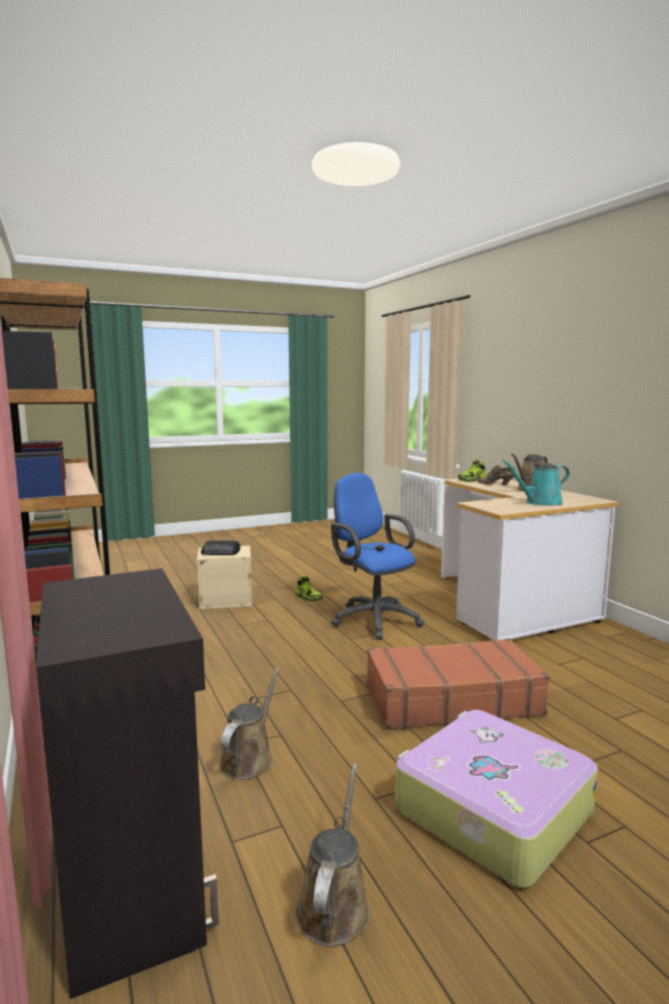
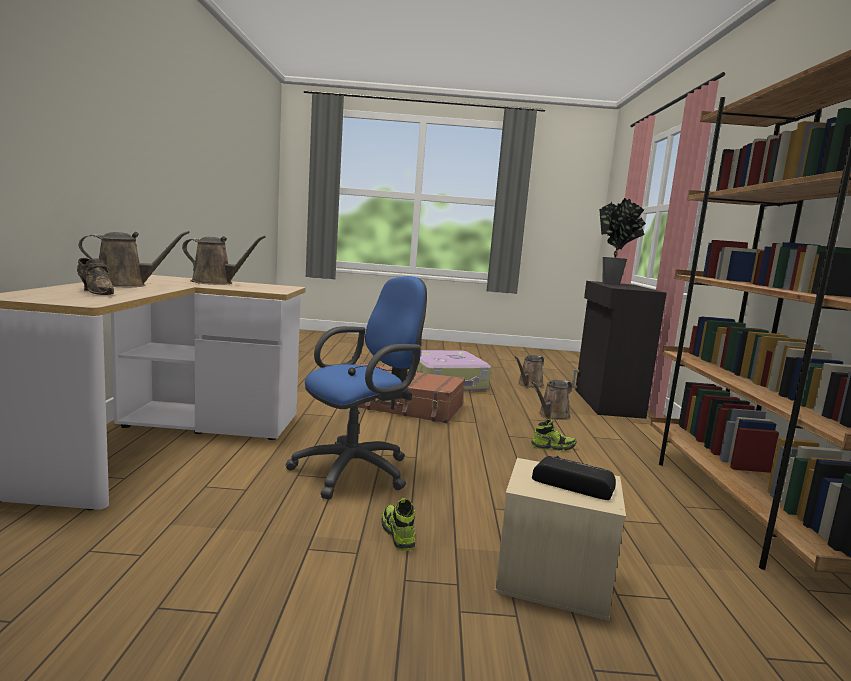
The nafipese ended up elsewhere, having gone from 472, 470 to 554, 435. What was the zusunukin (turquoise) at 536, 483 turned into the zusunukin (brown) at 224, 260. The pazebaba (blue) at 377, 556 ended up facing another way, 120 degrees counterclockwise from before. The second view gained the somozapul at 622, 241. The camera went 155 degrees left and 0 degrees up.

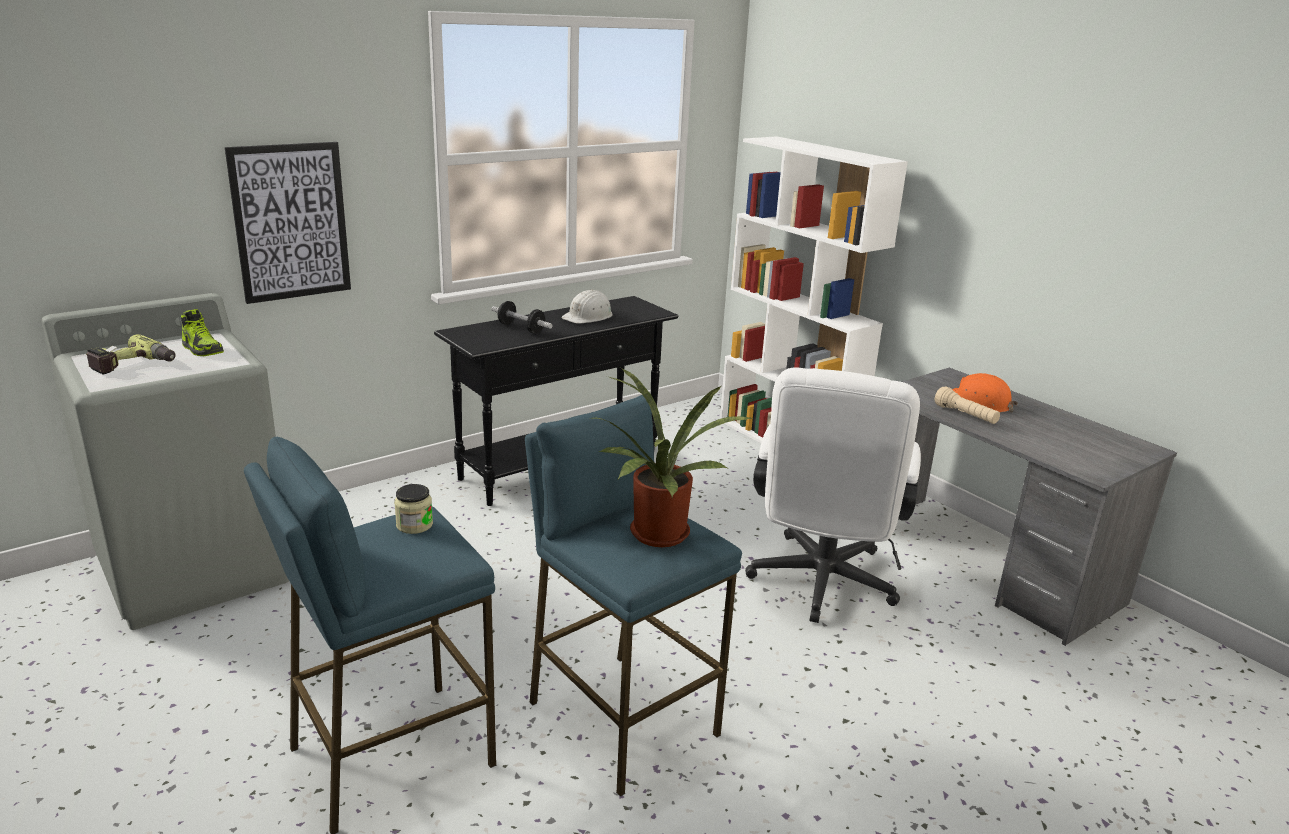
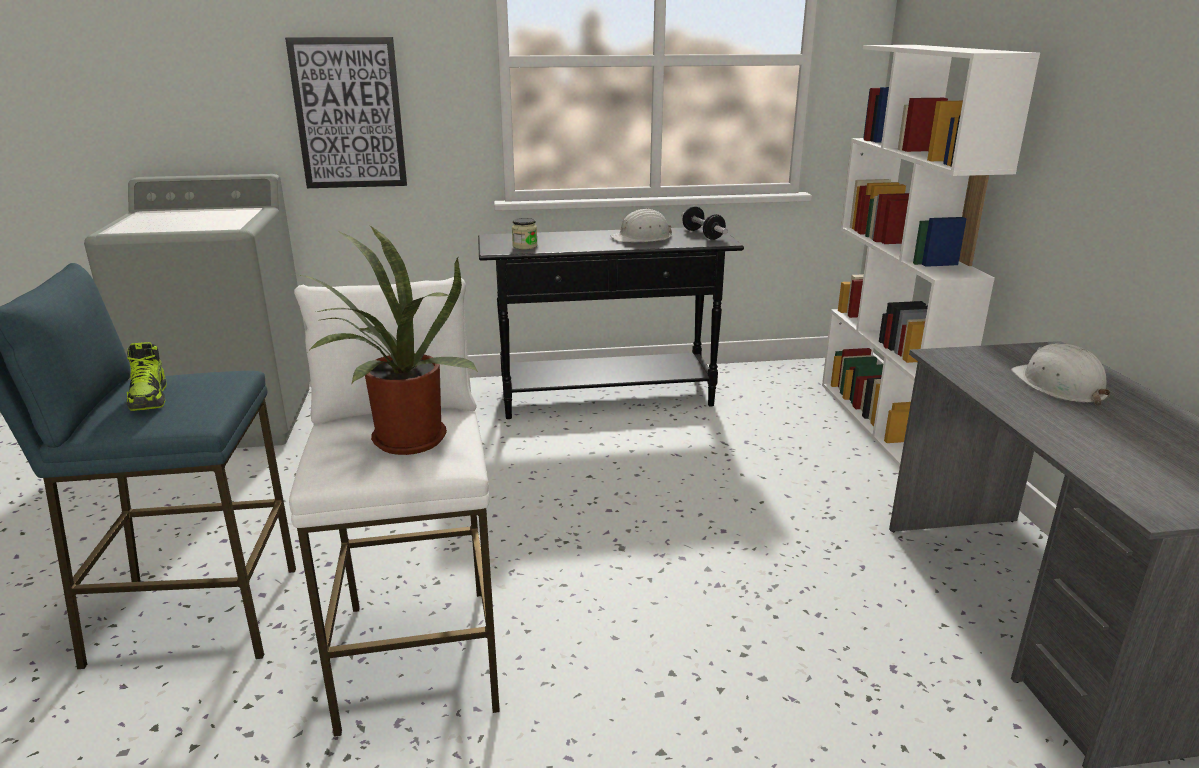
The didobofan ended up elsewhere, having gone from 522, 317 to 705, 223. The nafipese ended up elsewhere, having gone from 202, 332 to 147, 376. The second view lost the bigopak at 131, 354. The second view lost the pazebaba (white) at 833, 495. What was the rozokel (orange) at 985, 393 turned into the rozokel (white) at 1061, 375. The second view lost the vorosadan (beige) at 967, 405. What was the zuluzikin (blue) at 633, 596 turned into the zuluzikin (white) at 394, 507. The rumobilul ended up elsewhere, having gone from 413, 509 to 525, 234. The camera went 30 degrees right and 0 degrees up.

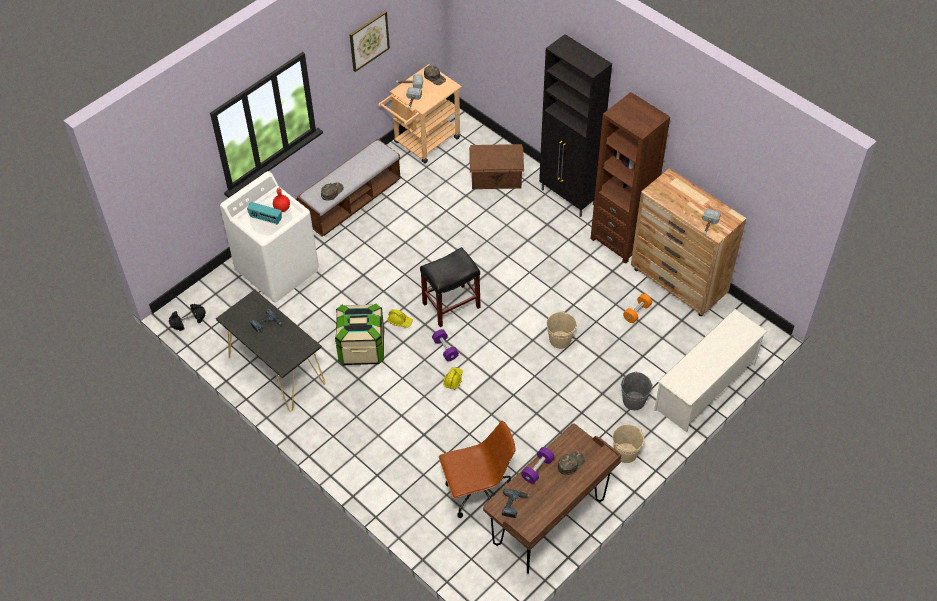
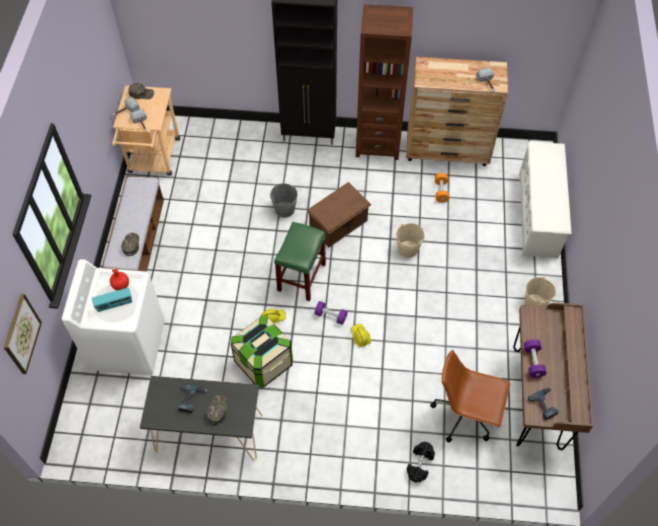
The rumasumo ended up elsewhere, having gone from 369, 41 to 23, 334. The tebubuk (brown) ended up elsewhere, having gone from 496, 166 to 339, 214. What was the zuluzikin (black) at 450, 287 turned into the zuluzikin (green) at 300, 261. The didobofan (black) ended up elsewhere, having gone from 187, 317 to 421, 462. The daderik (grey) ended up elsewhere, having gone from 637, 390 to 284, 200. The pazebaba (brown) at 477, 469 ended up facing another way, 105 degrees counterclockwise from before. The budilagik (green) ended up elsewhere, having gone from 571, 463 to 217, 410. The camera went 40 degrees left and 5 degrees up.

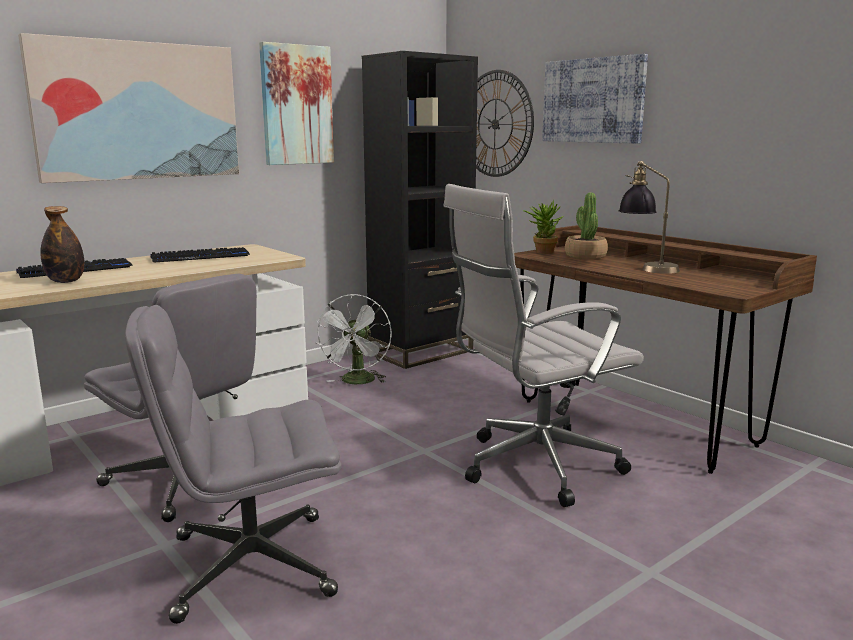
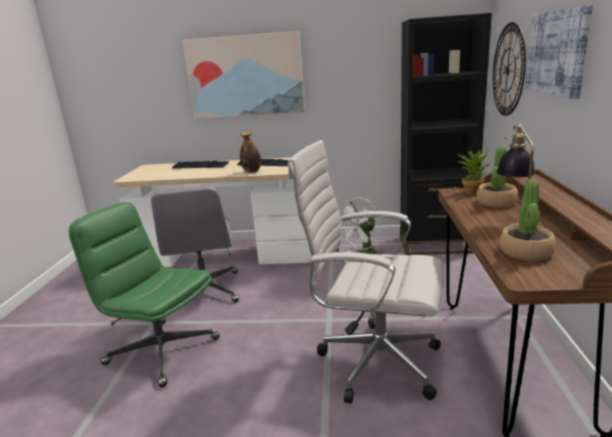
The second view lost the rumasumo at 296, 103. The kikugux ended up elsewhere, having gone from 62, 244 to 250, 152. What was the pazebaba (grey) at 233, 464 turned into the pazebaba (green) at 144, 294. The second view gained the somozapul at 527, 220. The camera went 45 degrees right and 5 degrees up.

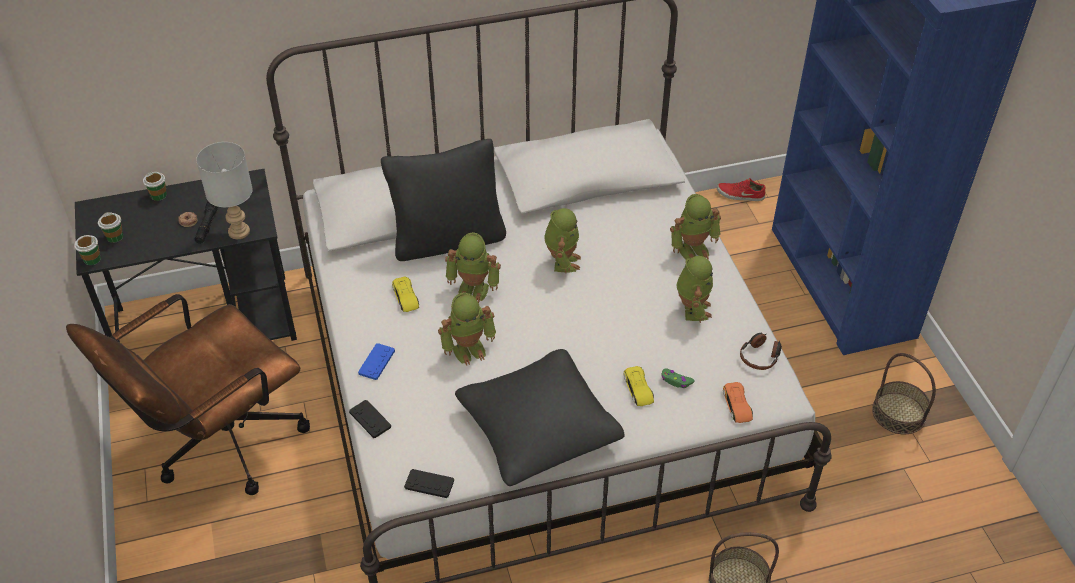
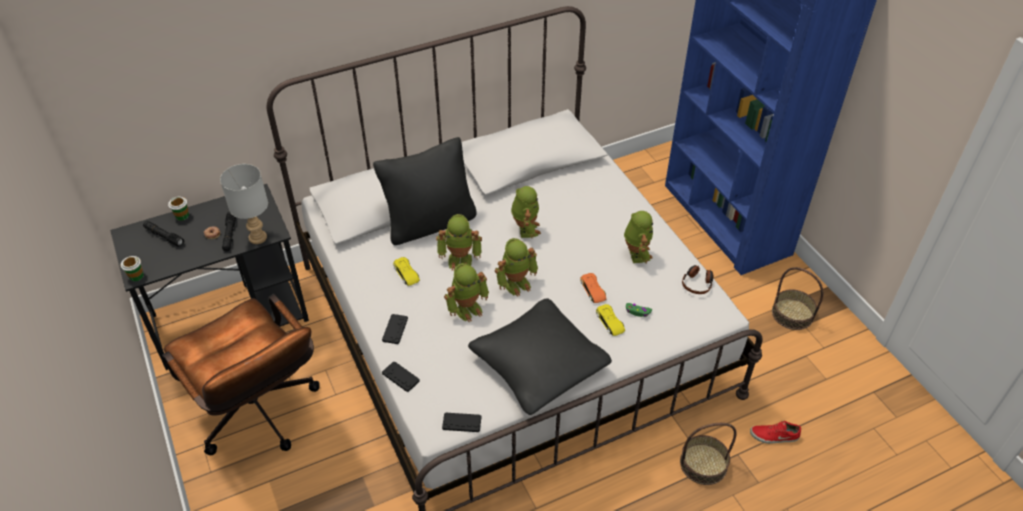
The nafipese (red) ended up elsewhere, having gone from 741, 189 to 775, 432. The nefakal ended up elsewhere, having gone from 695, 226 to 516, 267. The second view lost the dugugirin at 110, 227. The pazebaba (brown) at 188, 394 ended up facing another way, 75 degrees counterclockwise from before. What was the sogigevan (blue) at 376, 361 turned into the sogigevan (black) at 395, 329. The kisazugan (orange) ended up elsewhere, having gone from 738, 402 to 593, 288. The second view gained the vorosadan (black) at 163, 234. The camera went 10 degrees left and 0 degrees up.

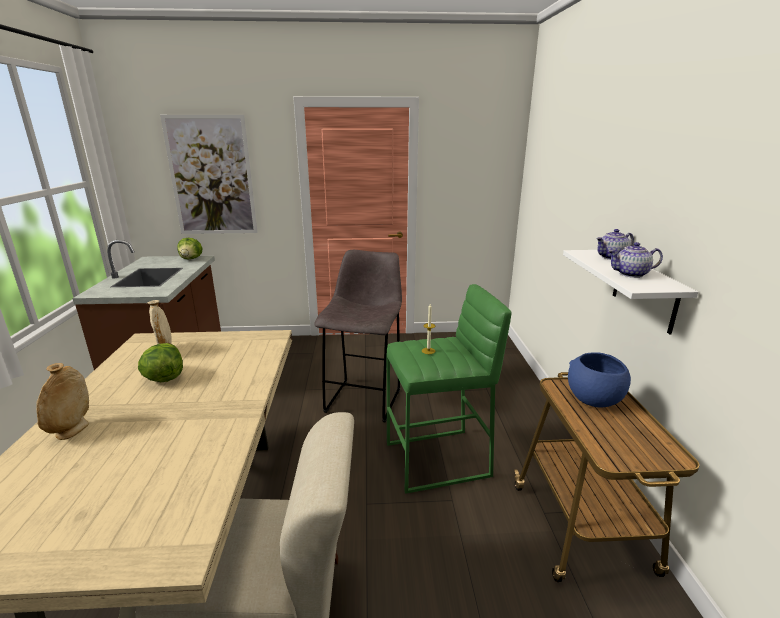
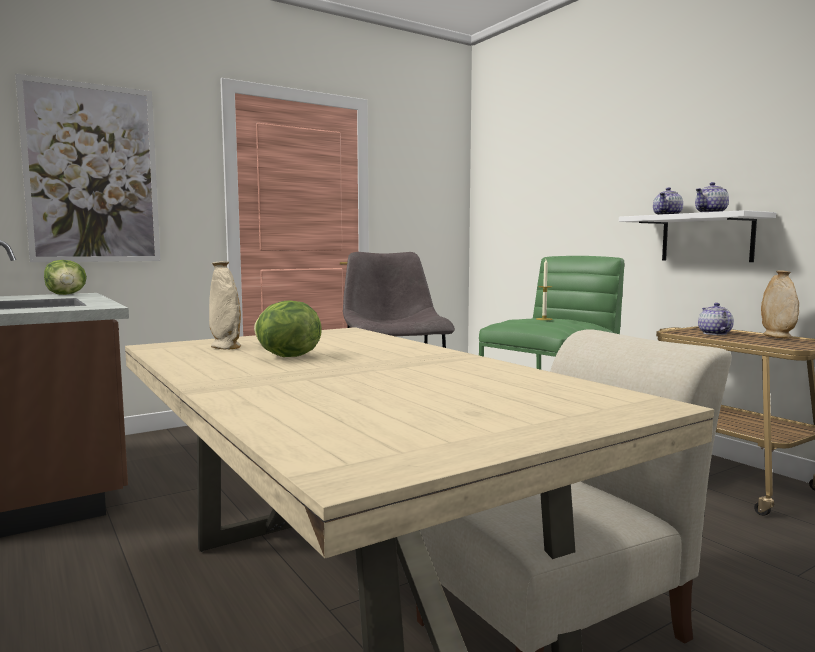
Where the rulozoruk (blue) stood at 599, 380, the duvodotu came to stand at 716, 319. The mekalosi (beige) ended up elsewhere, having gone from 62, 401 to 780, 304. The camera went 30 degrees left and 15 degrees down.

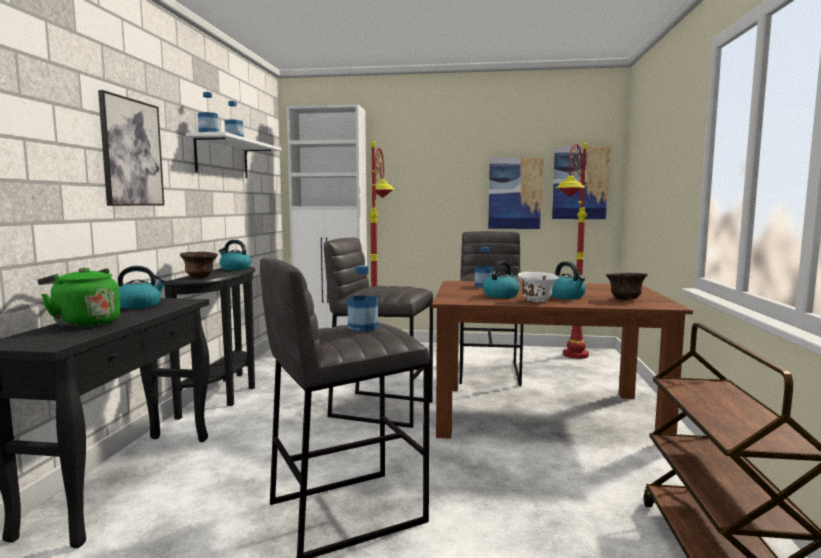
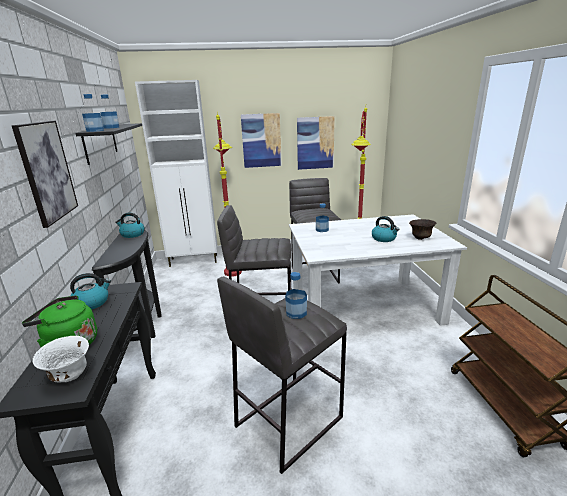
What was the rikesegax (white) at 234, 155 turned into the rikesegax (black) at 109, 144. The rumasumo ended up elsewhere, having gone from 581, 182 to 261, 140. The second view lost the rulozoruk (brown) at 199, 265. The second view lost the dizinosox at 501, 279. The rulozoruk (white) ended up elsewhere, having gone from 538, 287 to 61, 359. What was the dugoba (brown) at 562, 365 turned into the dugoba (white) at 378, 270. The camera went 15 degrees left and 15 degrees up.

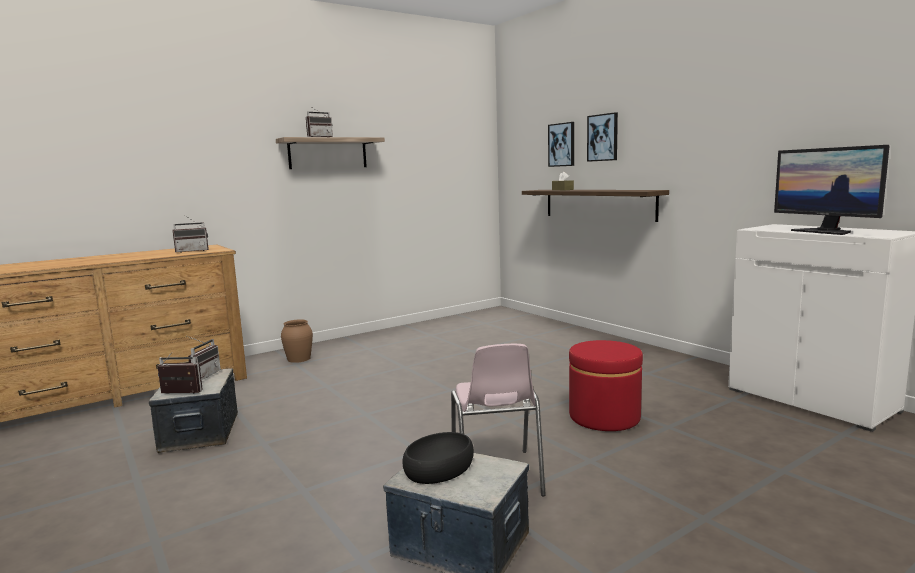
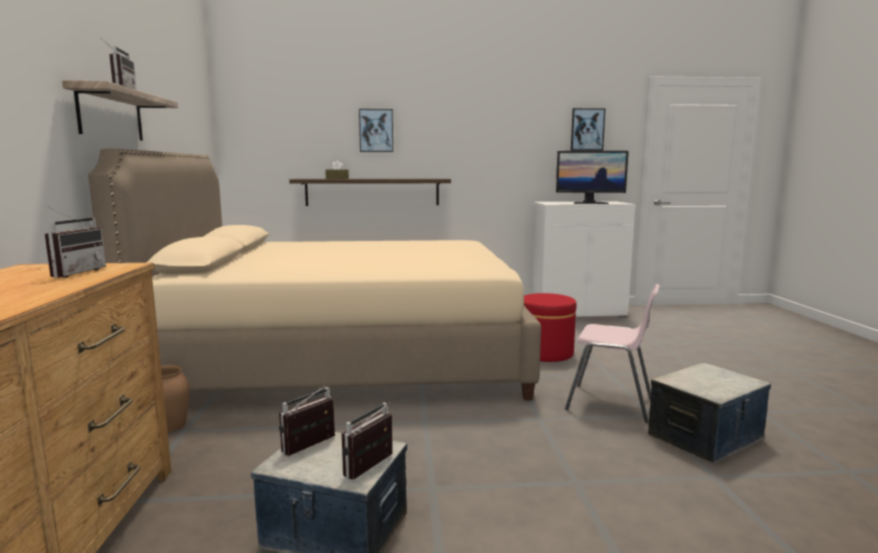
The rumasumo ended up elsewhere, having gone from 561, 144 to 588, 129. The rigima at 204, 358 ended up facing another way, 90 degrees counterclockwise from before. The second view lost the rulozoruk (black) at 438, 458. The second view gained the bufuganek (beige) at 314, 274. The camera went 60 degrees left and 0 degrees up.

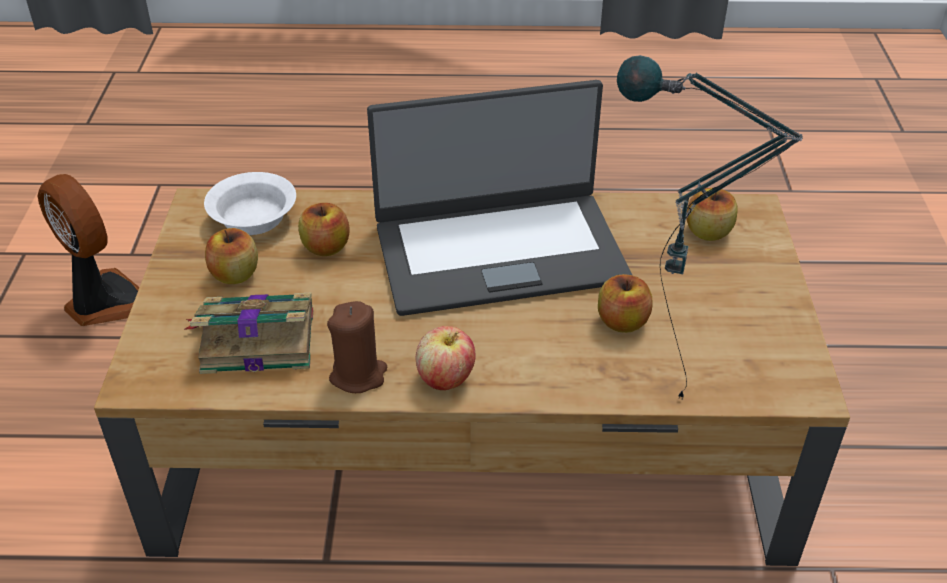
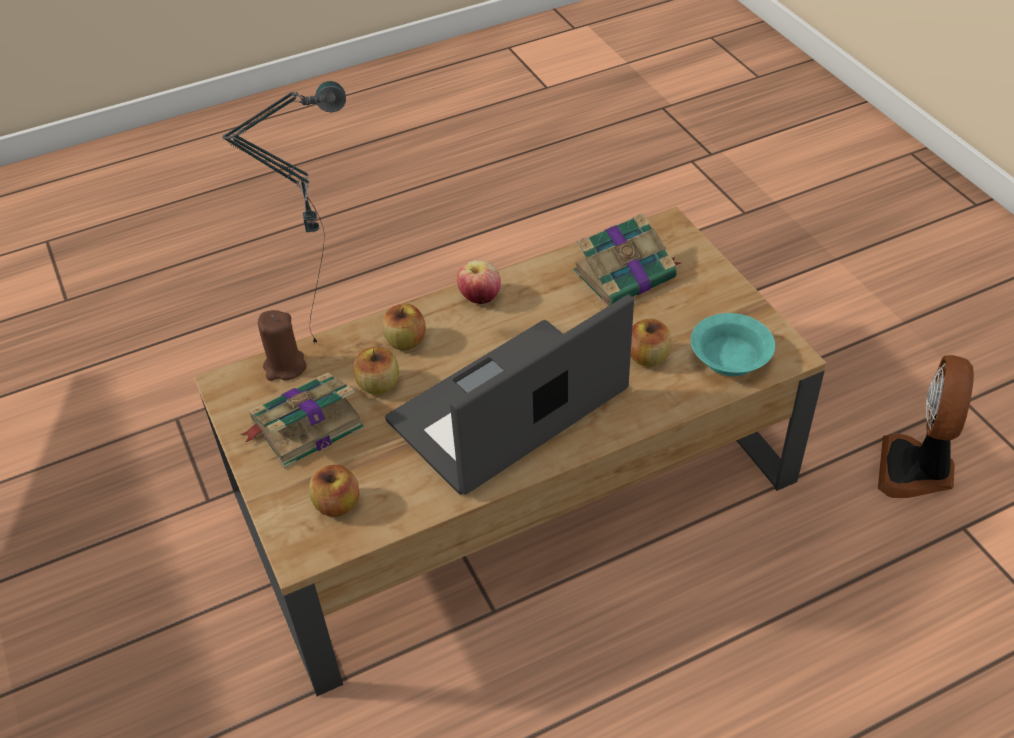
What was the rulozoruk (white) at 250, 203 turned into the rulozoruk (turquoise) at 733, 344. The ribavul at 88, 250 ended up facing another way, 90 degrees clockwise from before. The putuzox ended up elsewhere, having gone from 231, 256 to 404, 327. The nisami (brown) ended up elsewhere, having gone from 357, 347 to 282, 345. The second view gained the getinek at 302, 421. The camera went 155 degrees right and 5 degrees up.

